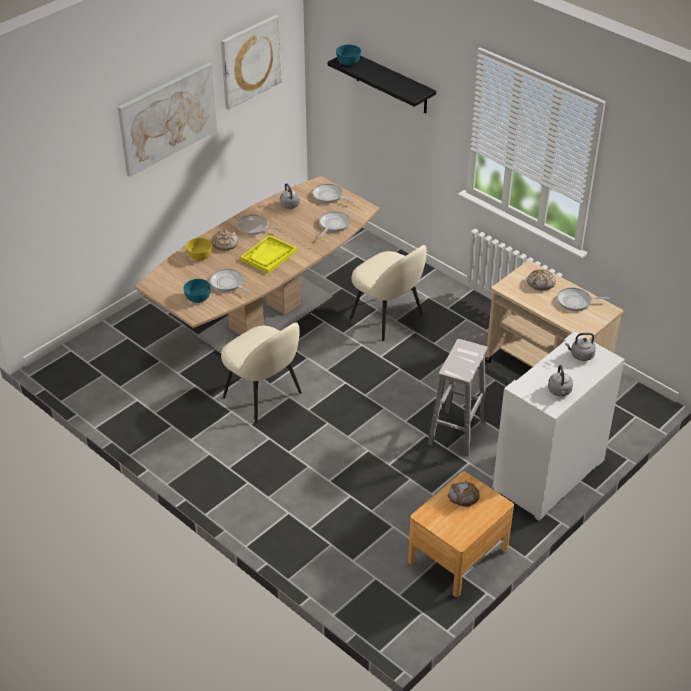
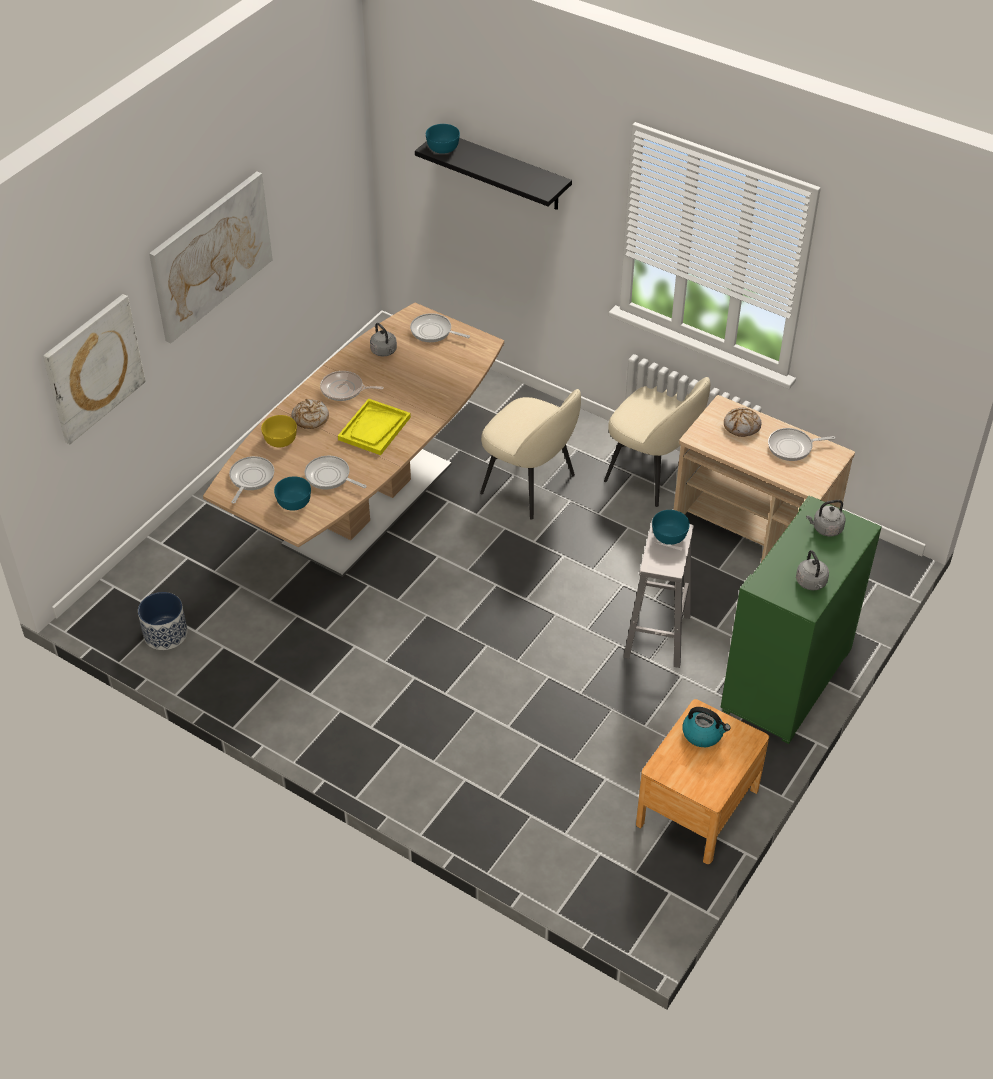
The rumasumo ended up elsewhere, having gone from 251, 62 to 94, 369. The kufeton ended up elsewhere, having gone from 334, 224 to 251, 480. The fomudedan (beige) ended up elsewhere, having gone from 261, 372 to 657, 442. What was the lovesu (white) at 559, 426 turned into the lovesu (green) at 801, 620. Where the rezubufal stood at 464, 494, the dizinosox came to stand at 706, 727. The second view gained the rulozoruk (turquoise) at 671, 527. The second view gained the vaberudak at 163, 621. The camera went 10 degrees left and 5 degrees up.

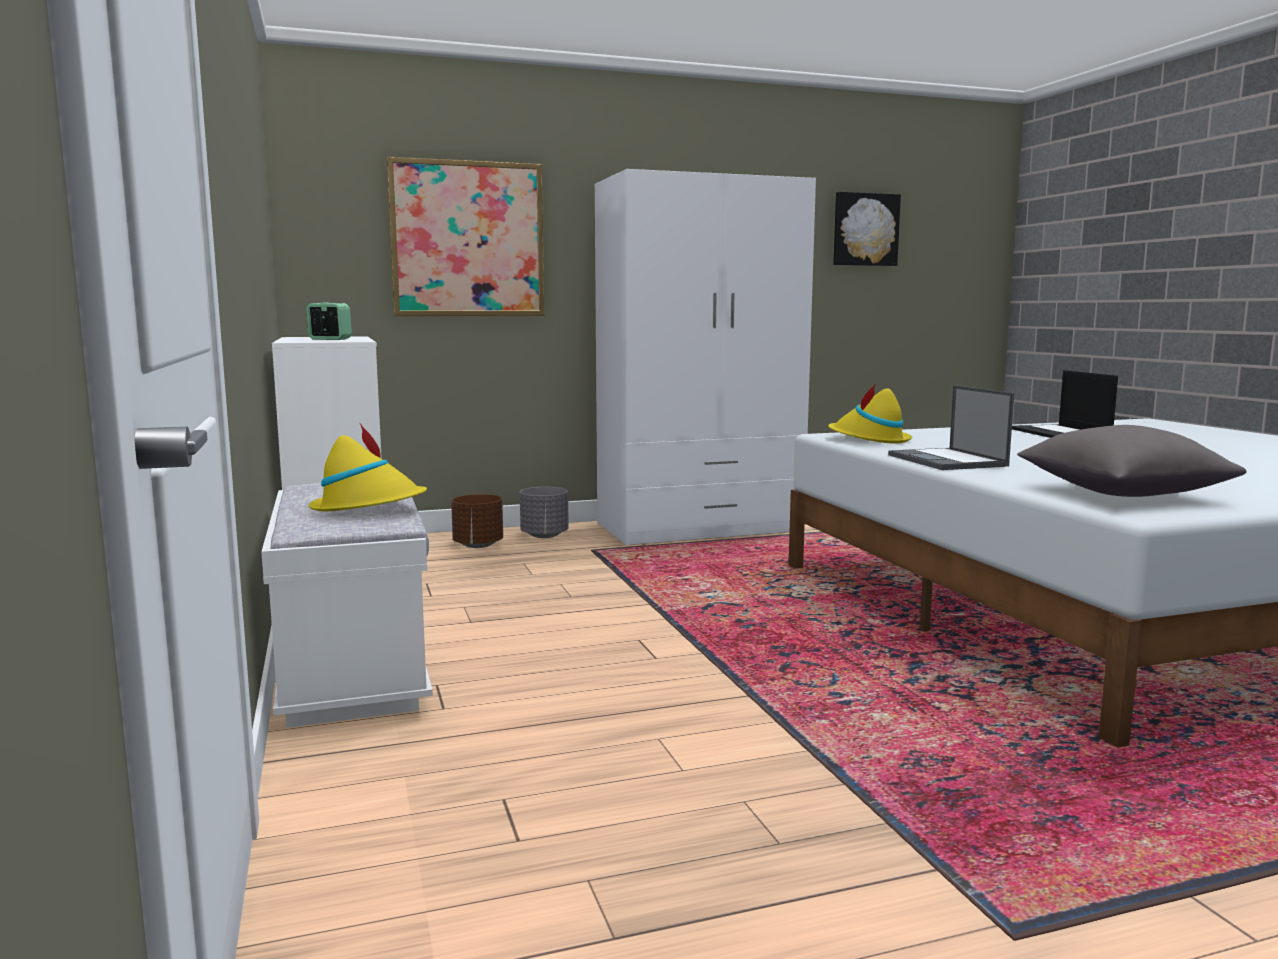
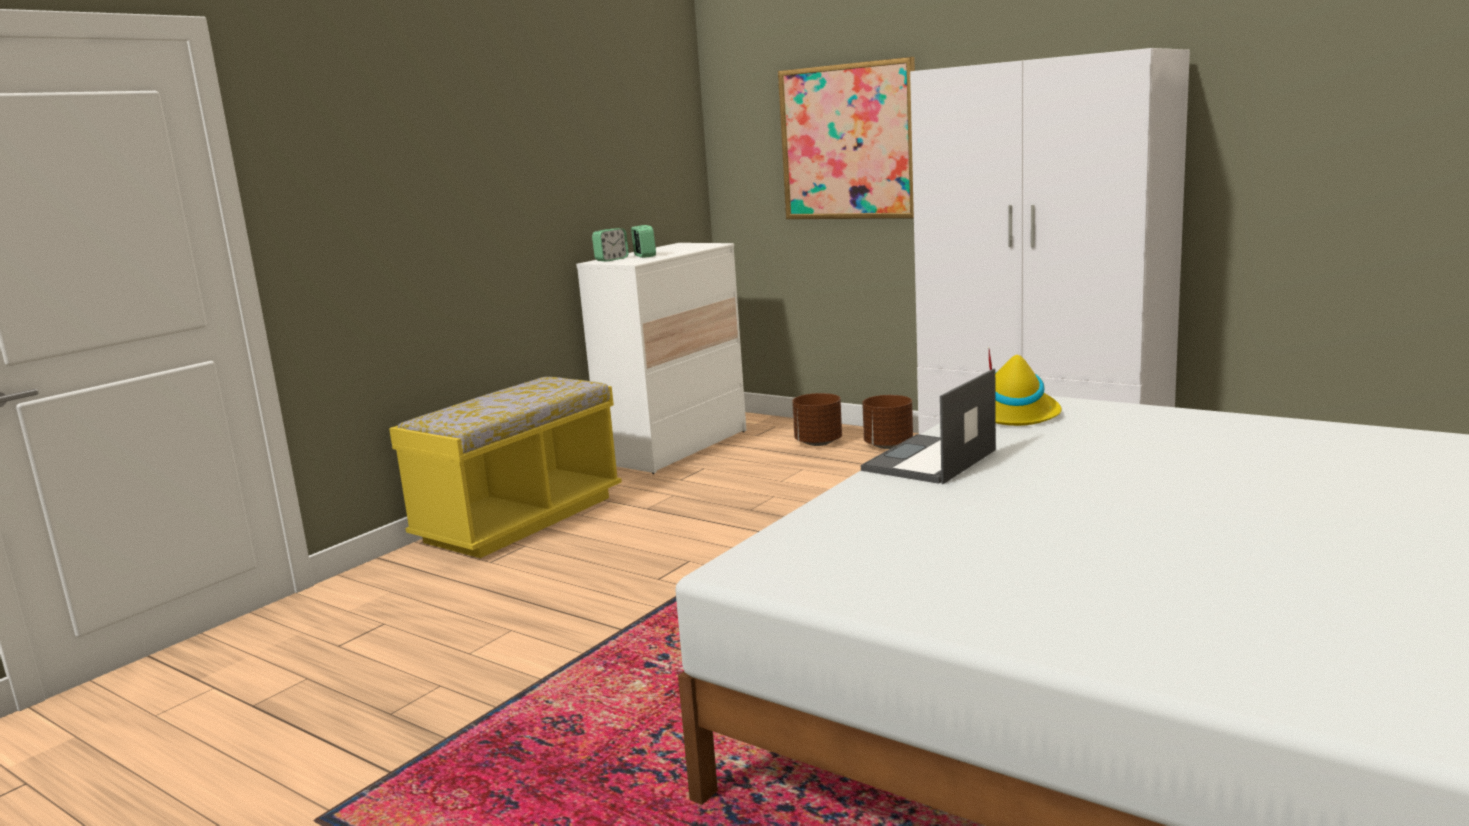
The second view lost the rumasumo at 867, 229. The second view lost the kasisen at 1065, 404. The second view lost the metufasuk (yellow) at 367, 467. The second view lost the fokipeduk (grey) at 1132, 461. What was the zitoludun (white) at 347, 605 turned into the zitoludun (yellow) at 505, 467. What was the vaberudak (grey) at 544, 512 turned into the vaberudak (brown) at 887, 422. The second view gained the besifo at 610, 245. The camera went 55 degrees right and 5 degrees up.

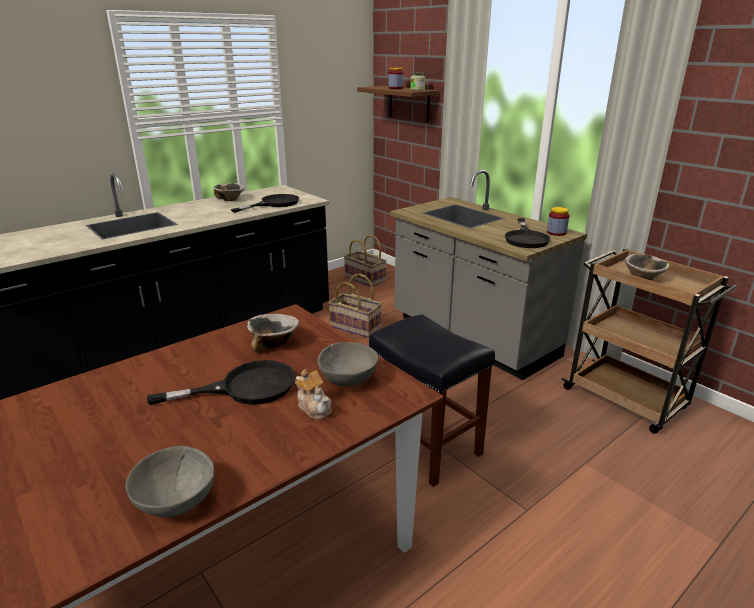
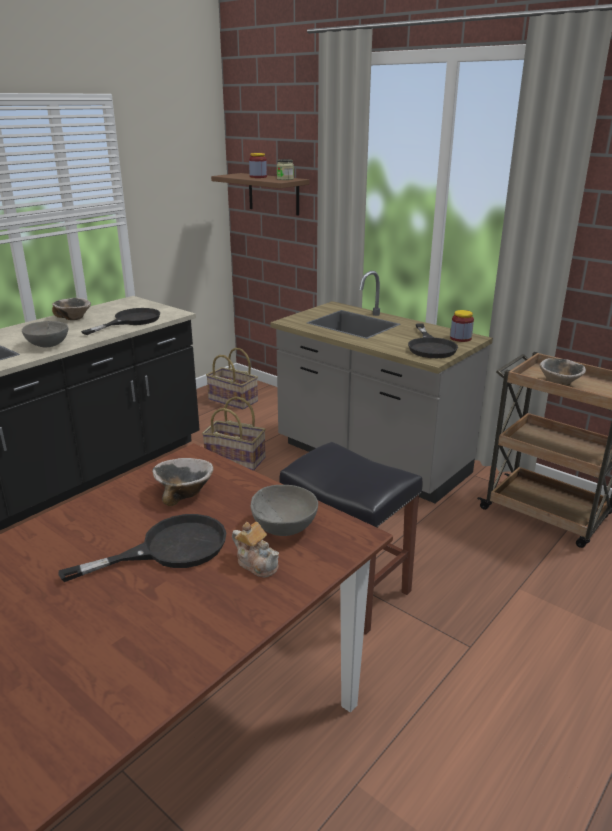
The rulozoruk (grey) ended up elsewhere, having gone from 169, 481 to 45, 334. The camera went 10 degrees left and 0 degrees up.

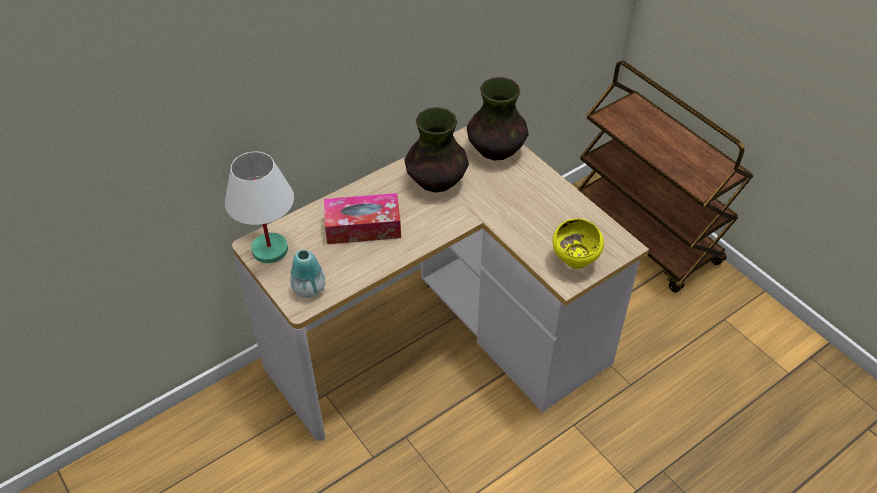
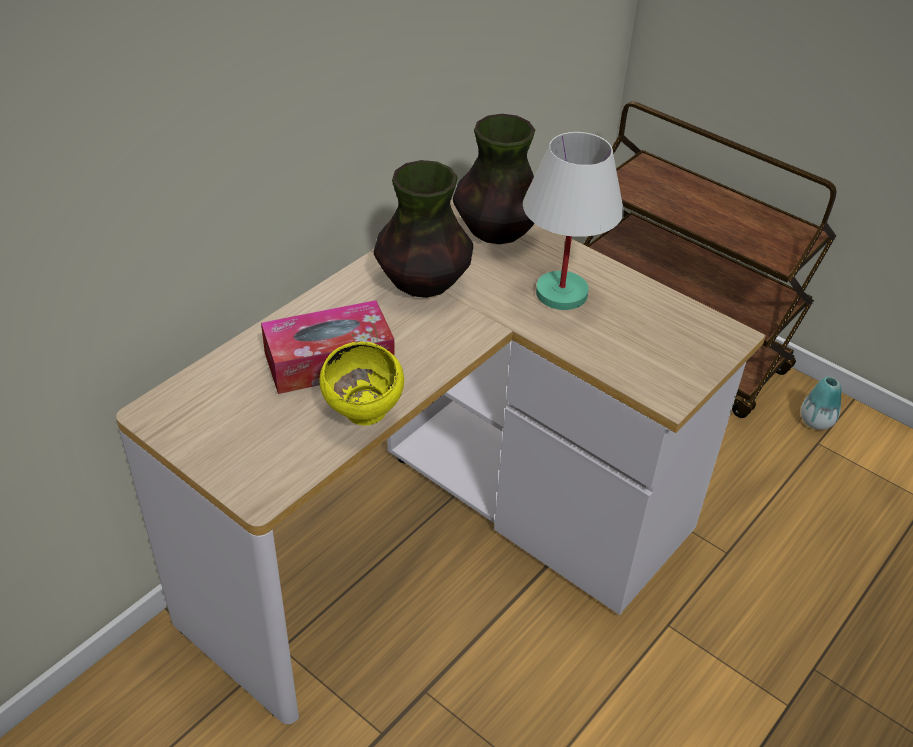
The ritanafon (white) ended up elsewhere, having gone from 259, 207 to 573, 221. The rulozoruk (yellow) ended up elsewhere, having gone from 578, 243 to 361, 384. The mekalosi ended up elsewhere, having gone from 307, 273 to 821, 403. The camera went 15 degrees left and 5 degrees down.

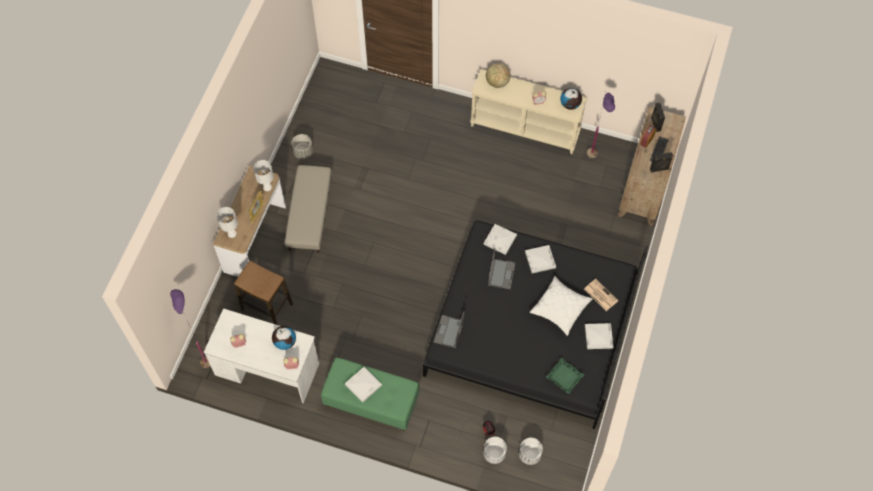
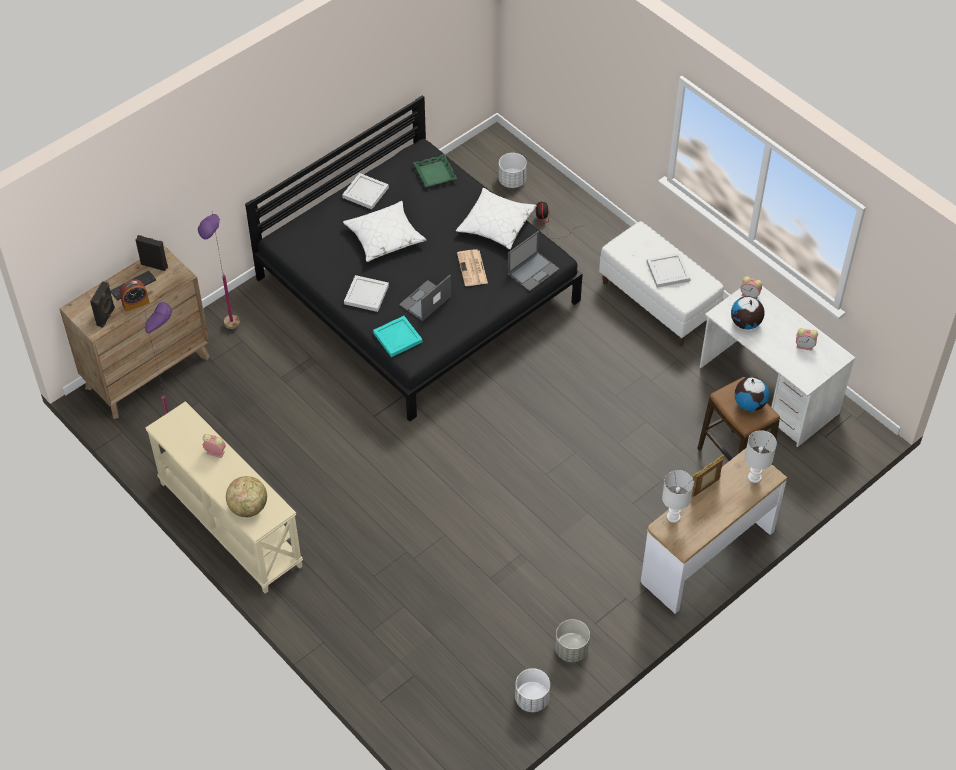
The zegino ended up elsewhere, having gone from 571, 99 to 751, 394. The second view lost the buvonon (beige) at 308, 209. What was the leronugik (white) at 500, 239 turned into the leronugik (turquoise) at 397, 336. The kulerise ended up elsewhere, having gone from 601, 295 to 472, 267. The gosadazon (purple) ended up elsewhere, having gone from 190, 328 to 219, 271. What was the zitoludun (green) at 370, 394 turned into the zitoludun (white) at 661, 283. The vaberudak (white) ended up elsewhere, having gone from 495, 450 to 532, 690. The second view gained the fokipeduk (white) at 496, 218. The camera went 150 degrees left and 10 degrees down.

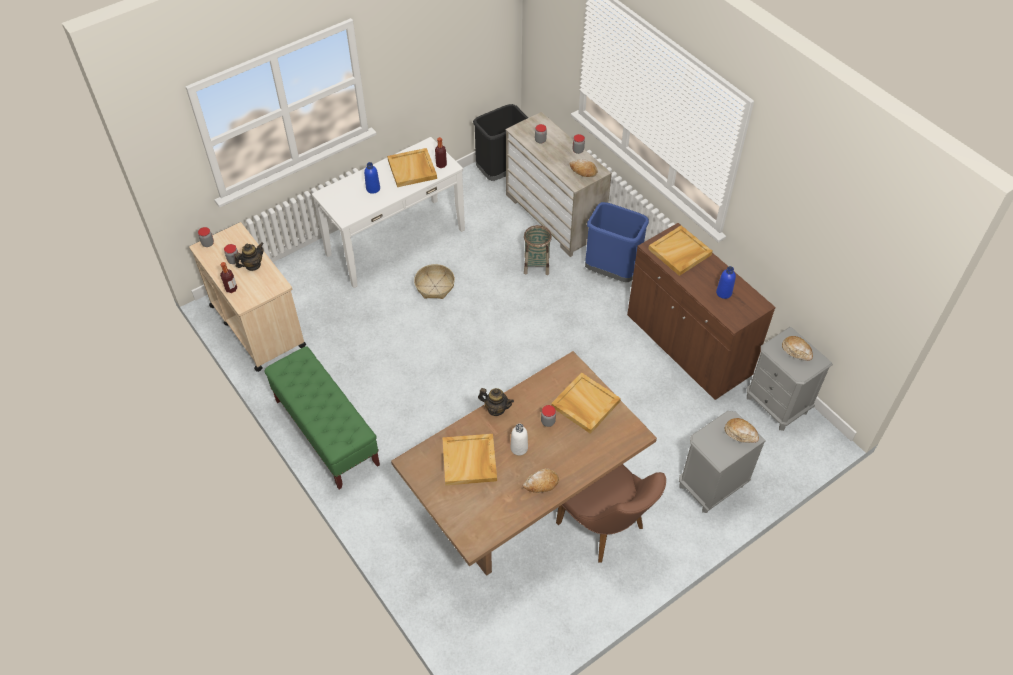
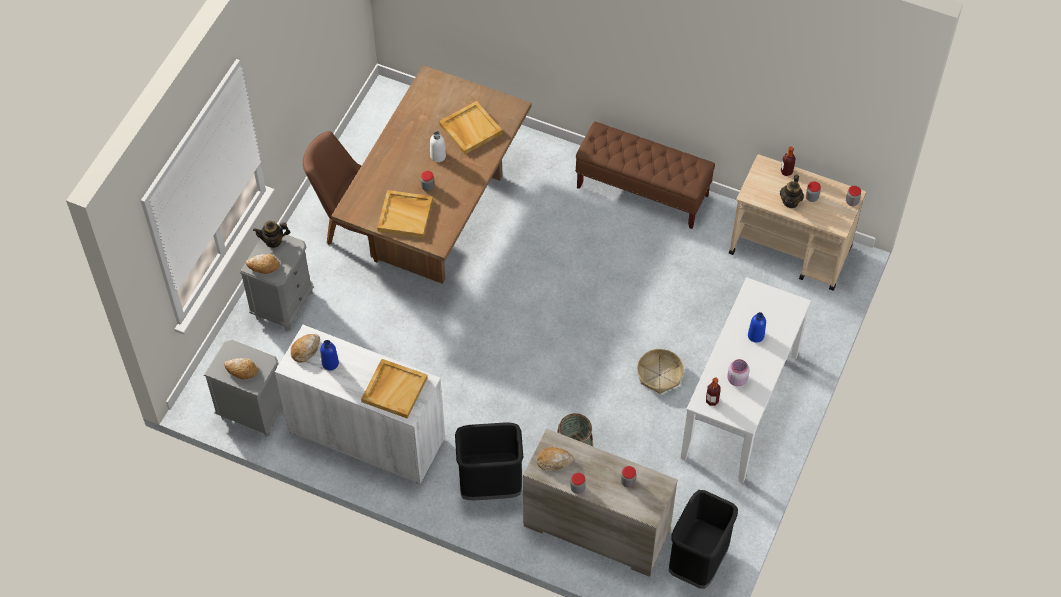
Where the leronugik (beige) stood at 412, 167, the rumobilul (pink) came to stand at 738, 372. What was the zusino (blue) at 617, 242 turned into the zusino (black) at 489, 461. What was the lovesu (brown) at 701, 311 turned into the lovesu (white) at 360, 404. What was the zitoludun (green) at 322, 418 turned into the zitoludun (brown) at 645, 175. The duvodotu ended up elsewhere, having gone from 496, 402 to 271, 234. The rezubufal ended up elsewhere, having gone from 541, 480 to 305, 348. The camera went 150 degrees right and 5 degrees up.

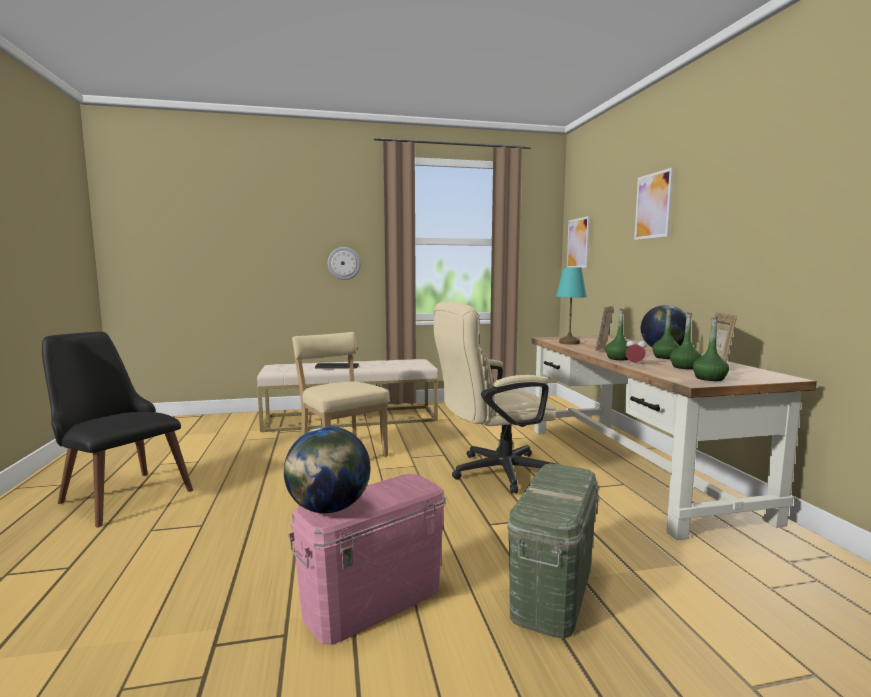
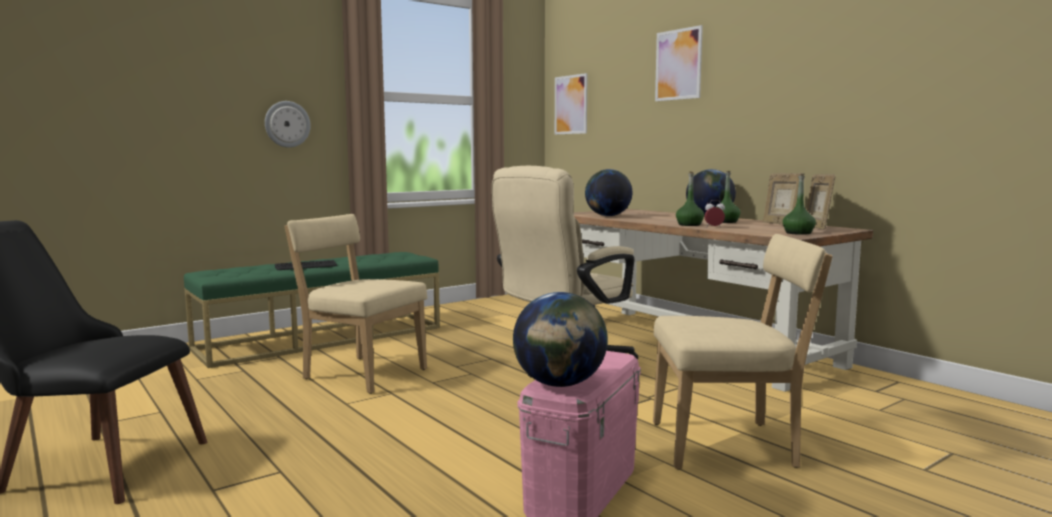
Where the ritanafon (turquoise) stood at 571, 306, the zegino came to stand at 608, 192. The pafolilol ended up elsewhere, having gone from 604, 328 to 820, 202. The second view lost the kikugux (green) at 686, 340. What was the zitoludun (beige) at 347, 395 turned into the zitoludun (green) at 312, 310. Where the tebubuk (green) stood at 553, 551, the fomudedan (beige) came to stand at 743, 352. The camera went 25 degrees left and 0 degrees up.

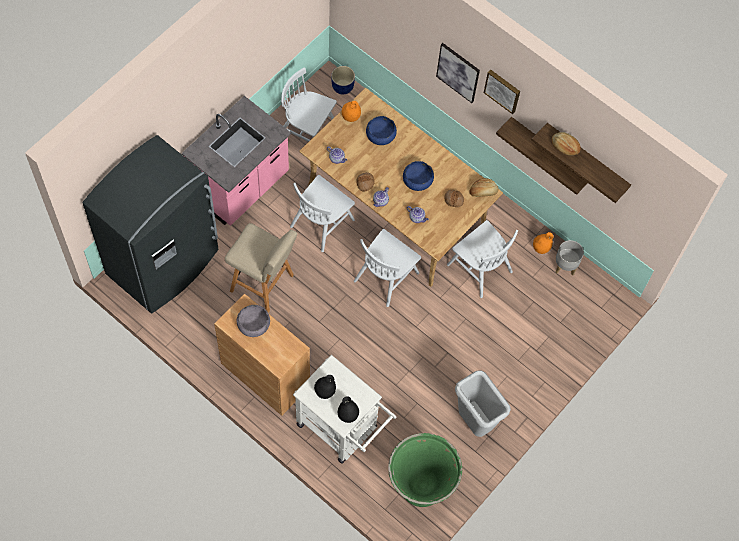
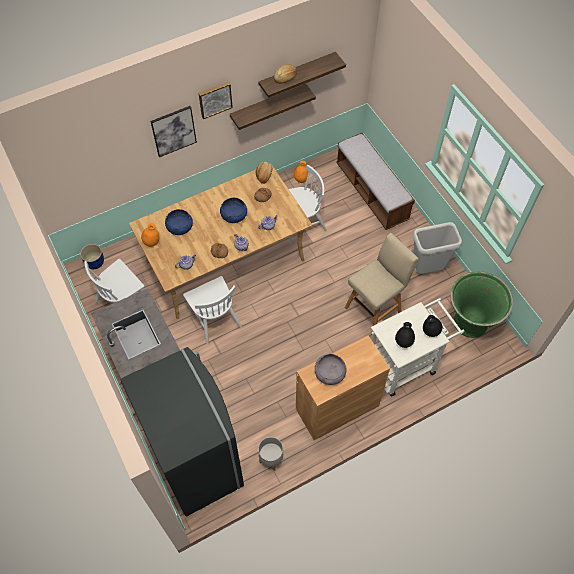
The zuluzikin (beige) ended up elsewhere, having gone from 261, 268 to 382, 284. The second view lost the fomudedan (white) at 387, 268. The vaberudak (grey) ended up elsewhere, having gone from 570, 258 to 270, 454. The second view gained the zitoludun at 375, 181. The camera went 65 degrees left and 5 degrees down.

